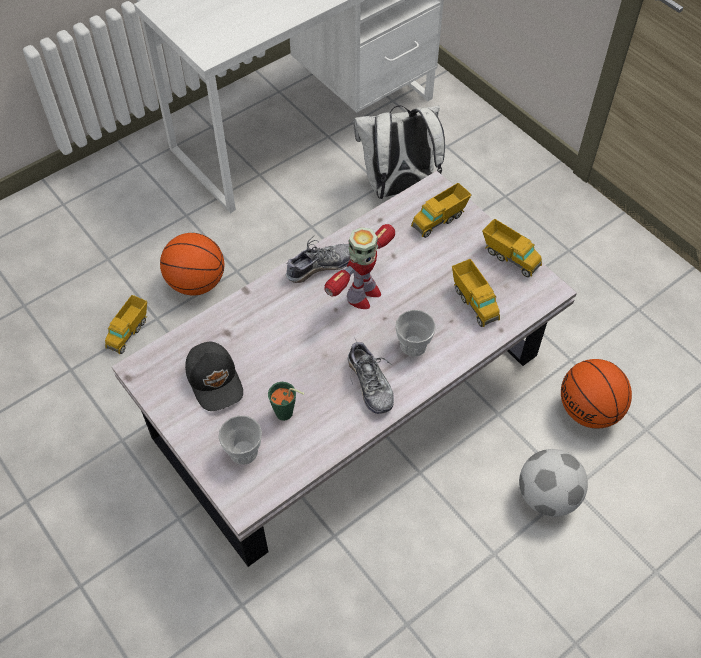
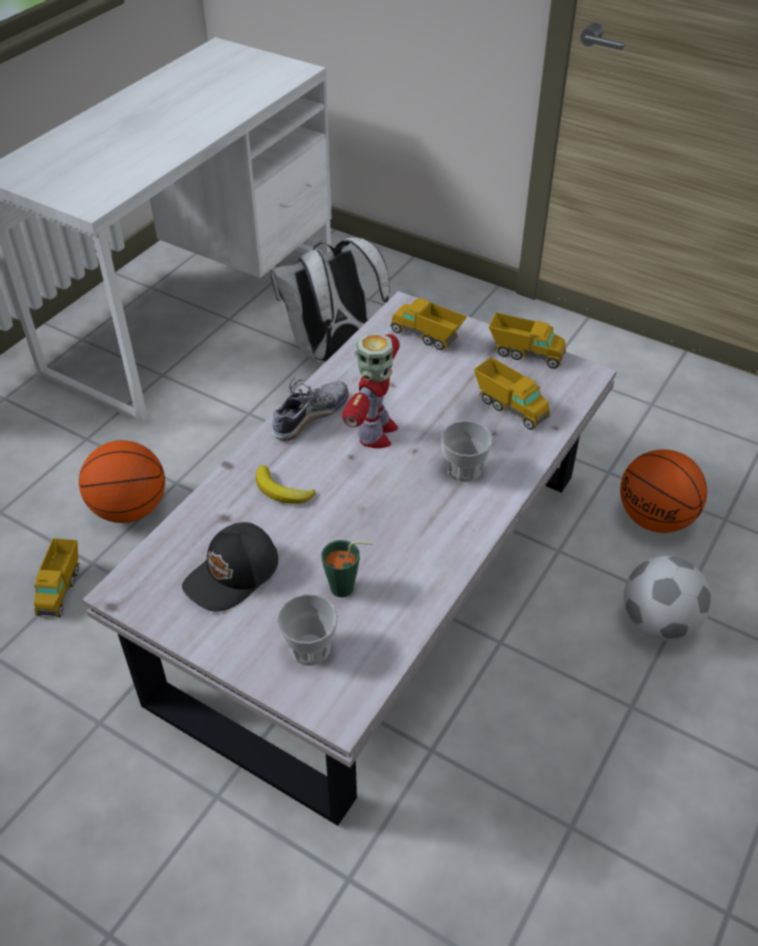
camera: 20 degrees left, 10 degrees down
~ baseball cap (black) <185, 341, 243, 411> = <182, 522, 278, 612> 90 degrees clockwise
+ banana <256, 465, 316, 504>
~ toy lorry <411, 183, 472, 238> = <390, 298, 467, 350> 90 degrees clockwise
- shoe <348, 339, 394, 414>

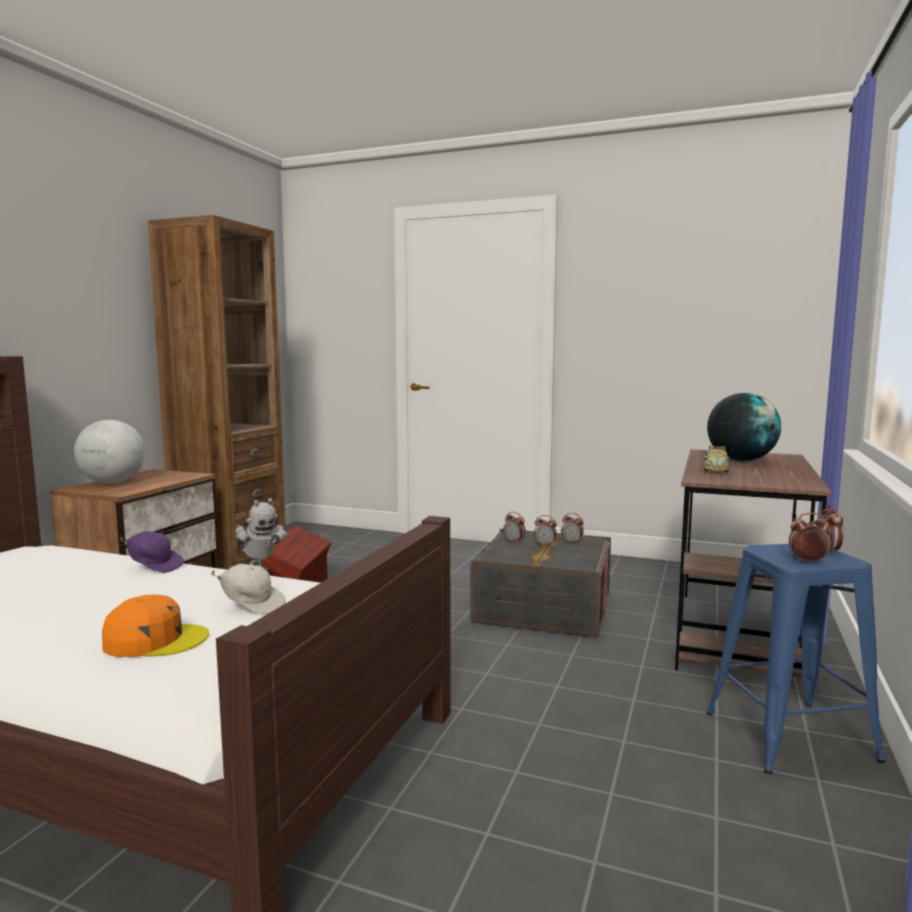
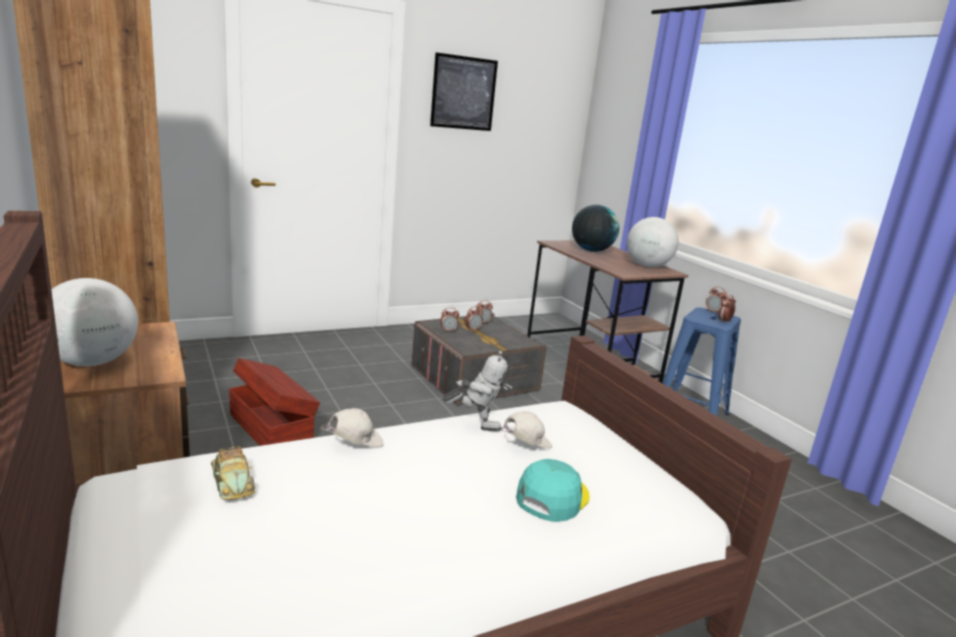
camera: 50 degrees left, 10 degrees up
~ model car <703, 445, 730, 472> to <211, 446, 255, 500>
~ baseball cap (purple-coloured) <120, 531, 184, 573> to baseball cap (white) <320, 408, 383, 447>
+ wall art <430, 52, 498, 131>
~ baseball cap (orange-coloured) <102, 595, 209, 657> to baseball cap (turquoise-coloured) <516, 459, 590, 522>
+ world globe <627, 217, 679, 267>

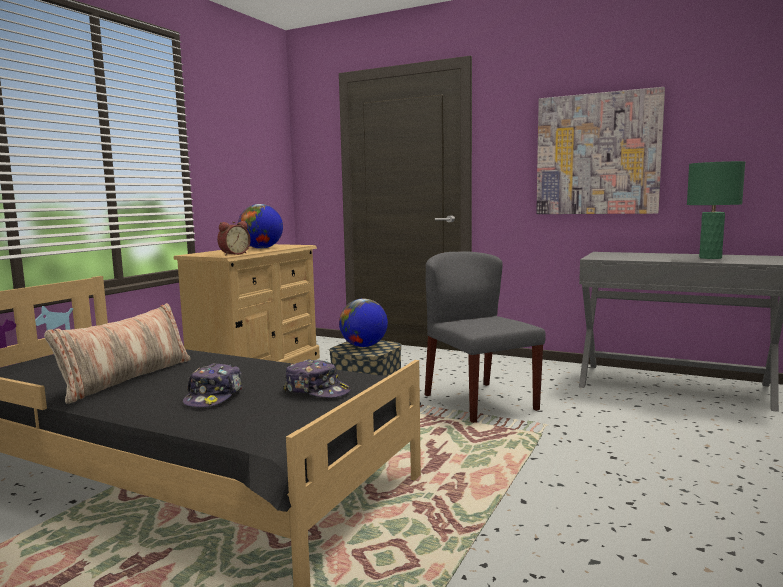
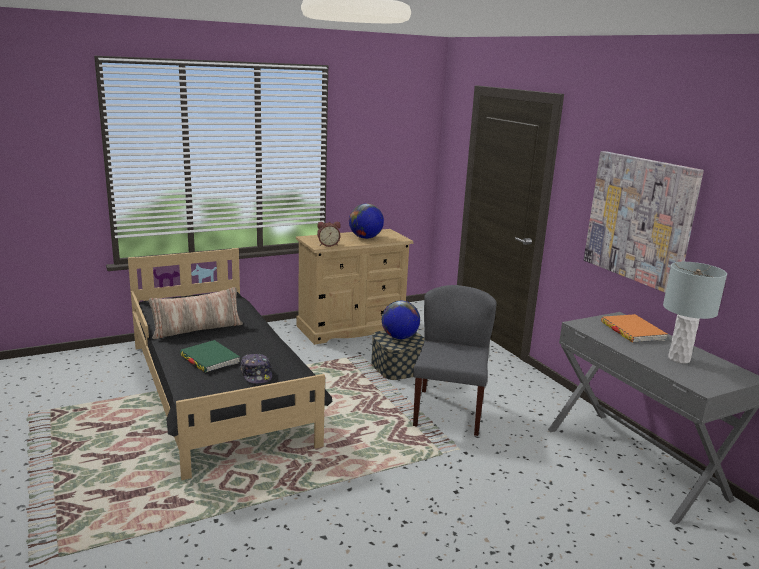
camera: 35 degrees right, 10 degrees up
~ baseball cap <183, 363, 242, 407> to volume (greenish) <180, 340, 240, 373>
+ volume (orange-coloured) <601, 314, 668, 342>
~ tabletop lamp (greenish) <687, 161, 745, 259> to tabletop lamp (greyish) <663, 262, 727, 364>

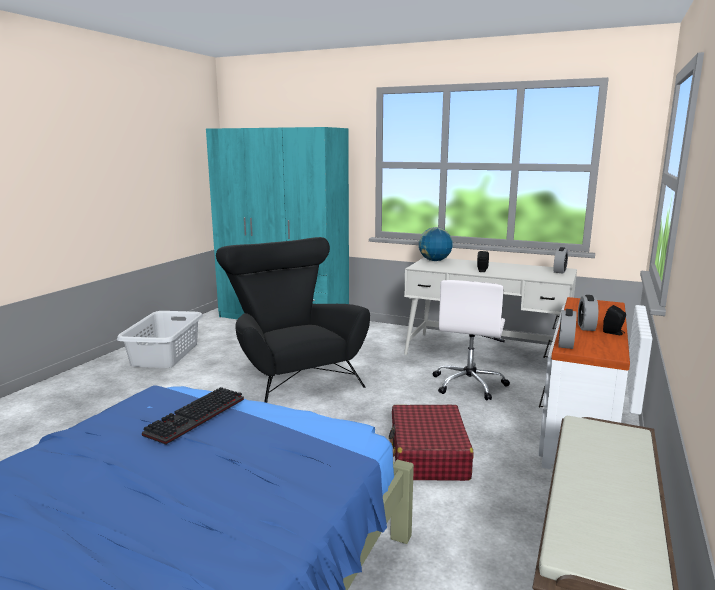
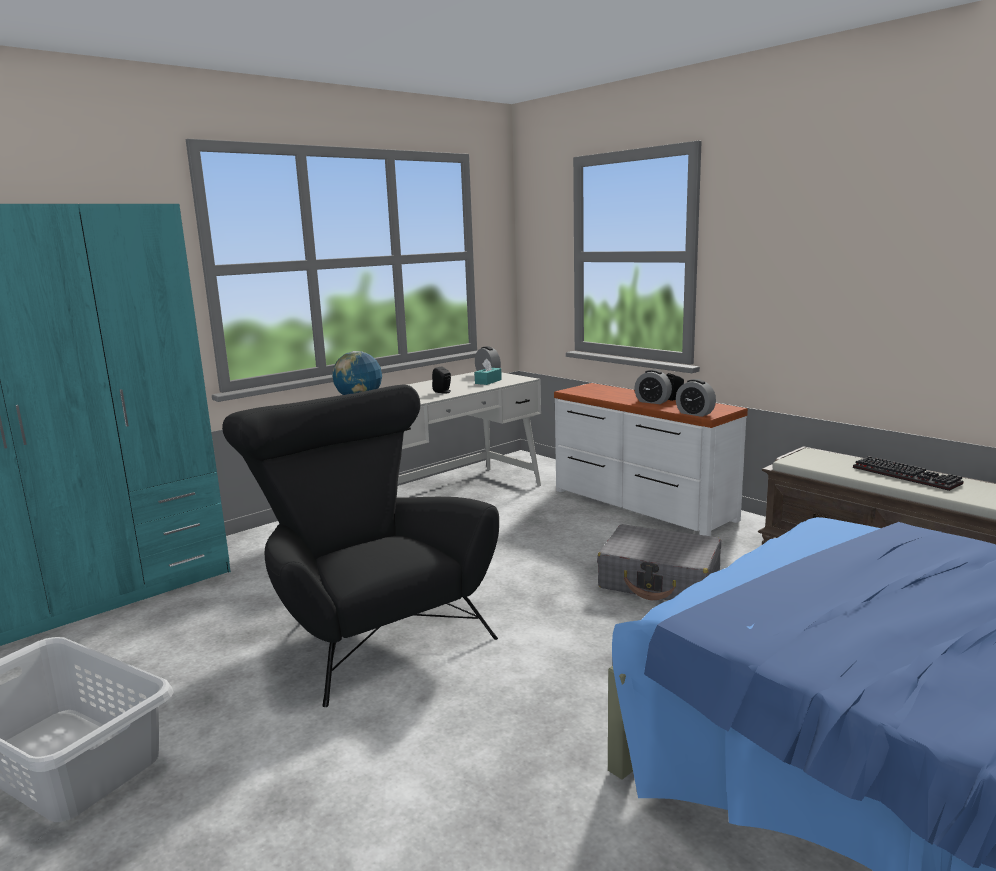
camera: 65 degrees left, 0 degrees up
~ lounge chair (black) <216, 237, 370, 403> = <222, 385, 499, 707> 60 degrees clockwise
+ box of tissues (turquoise-coloured) <475, 359, 502, 385>
~ piece of luggage (reddish) <389, 404, 474, 481> to piece of luggage (greyish) <597, 524, 721, 600>
~ PC keyboard <142, 387, 244, 445> to <853, 456, 964, 491>
- desk chair (white) <433, 280, 510, 400>

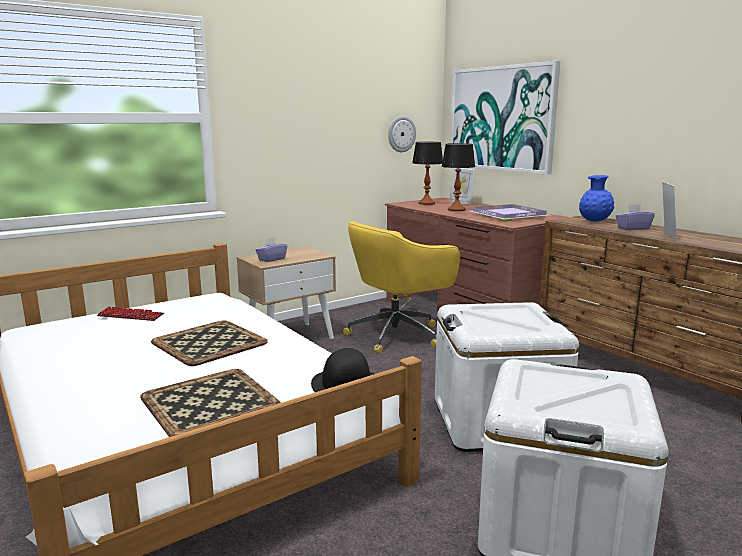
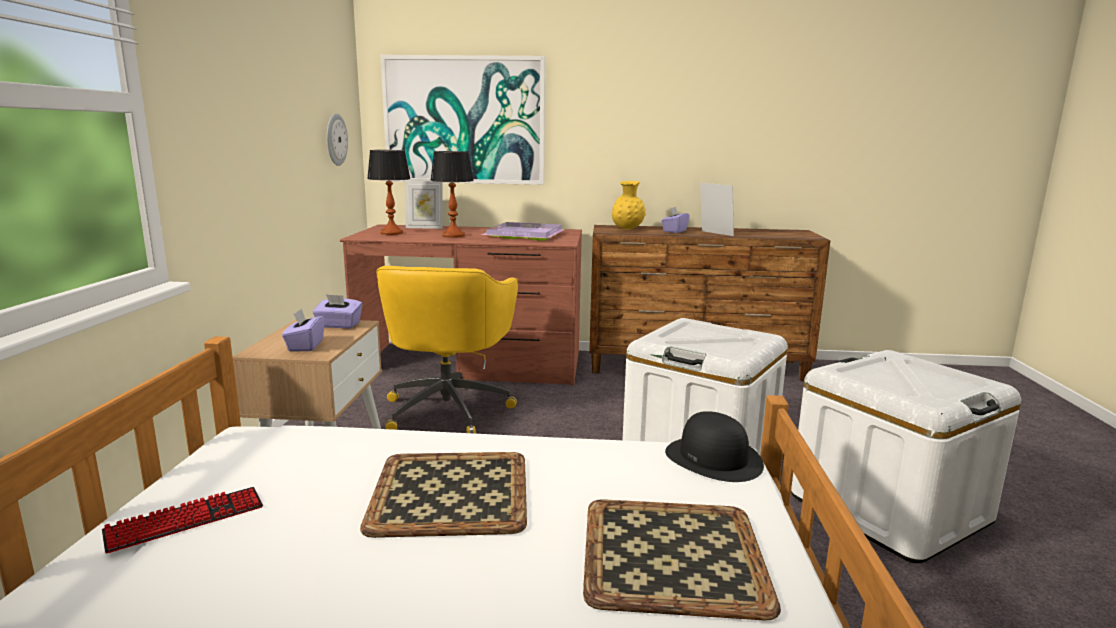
camera: 50 degrees left, 0 degrees up
+ box of tissues (purple-coloured) <313, 294, 363, 329>
~ vase (bluish) <579, 175, 614, 222> to vase (yellowish) <612, 181, 646, 230>

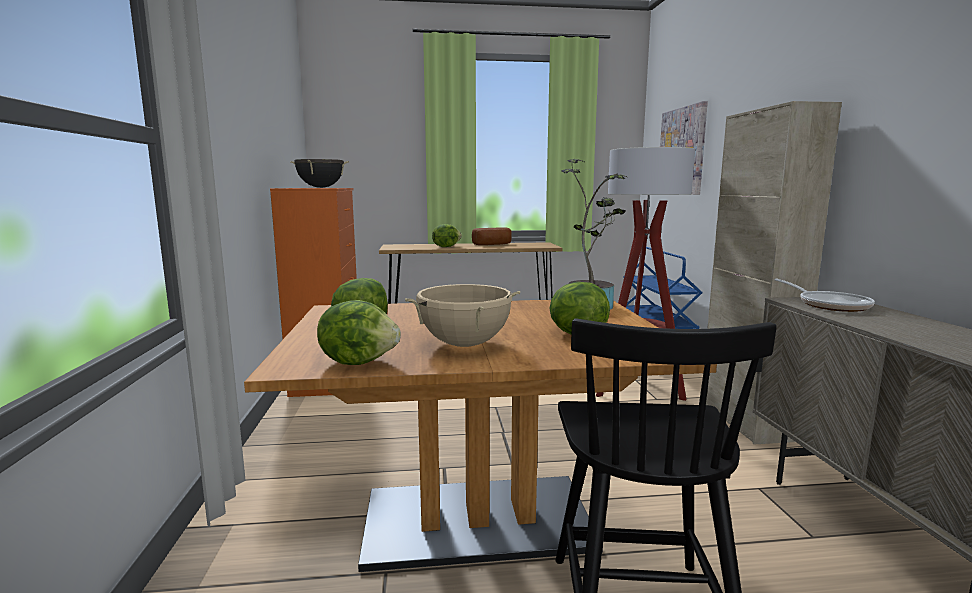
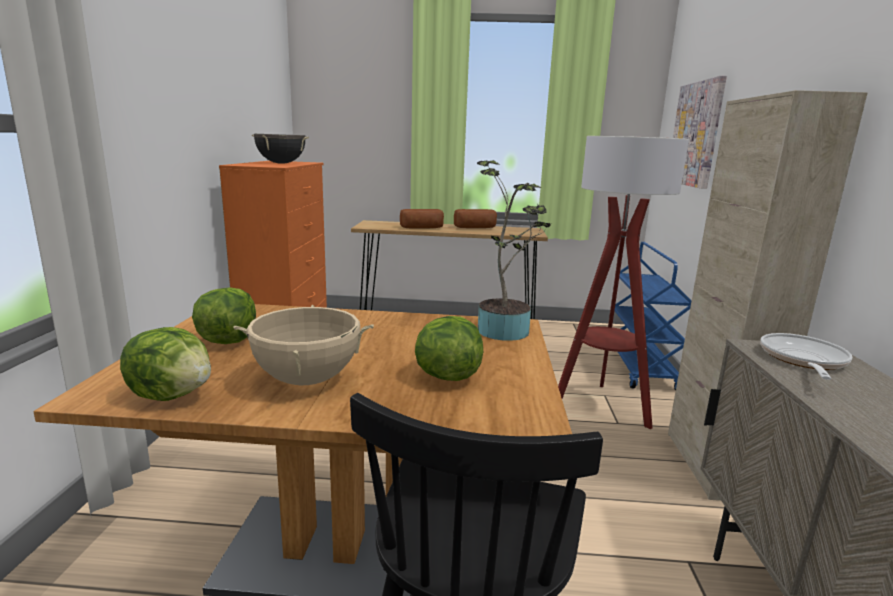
camera: 10 degrees right, 5 degrees up
~ lettuce <432, 224, 462, 247> to bread <400, 209, 444, 229>
~ skillet <774, 279, 875, 312> = <760, 333, 852, 380> 150 degrees counterclockwise

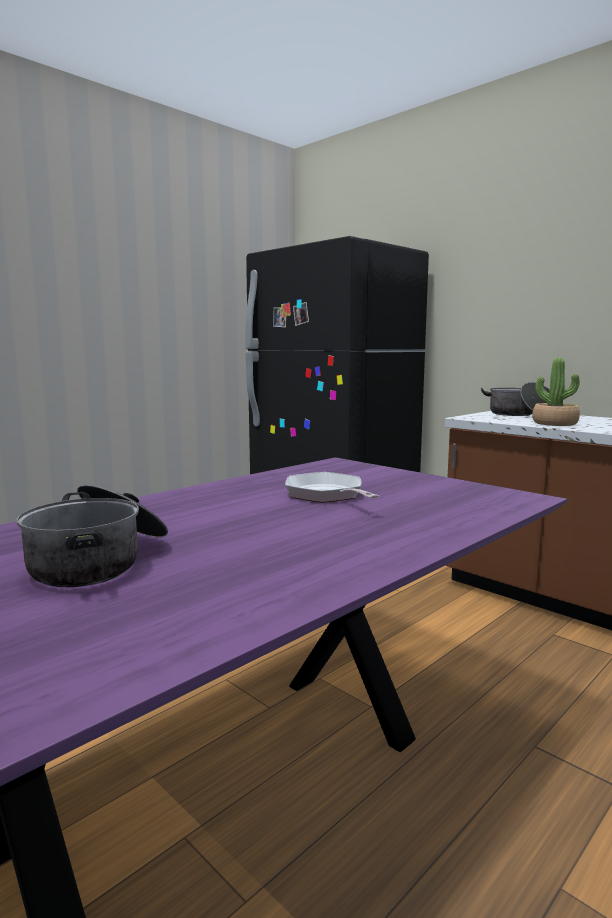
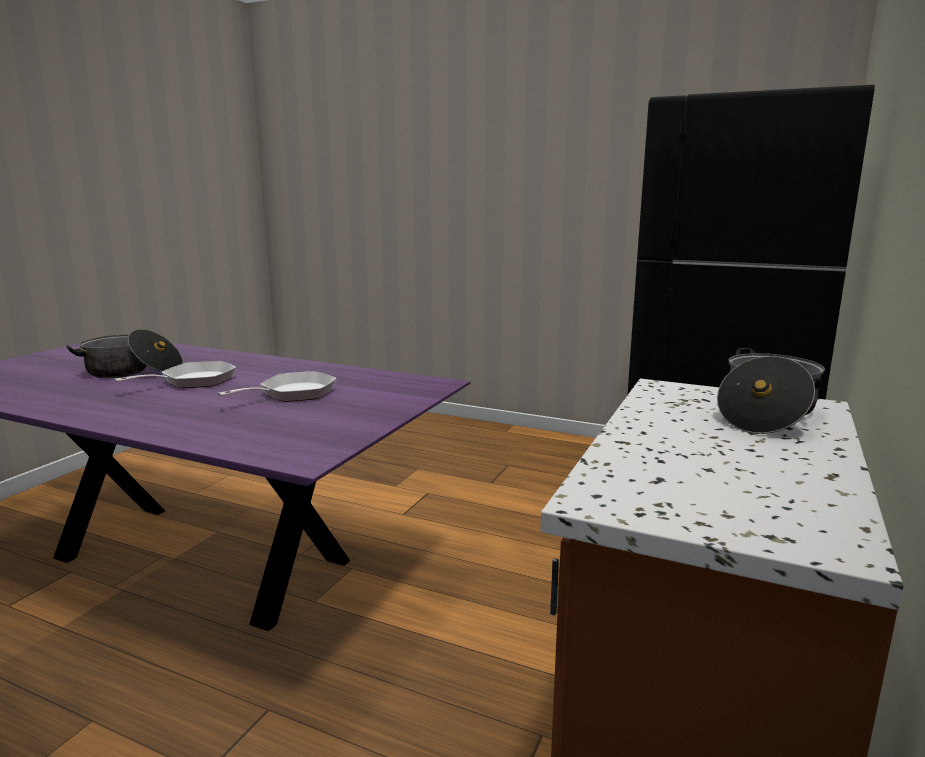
camera: 70 degrees right, 5 degrees up
+ skillet <114, 361, 236, 388>
- potted plant <532, 358, 580, 426>

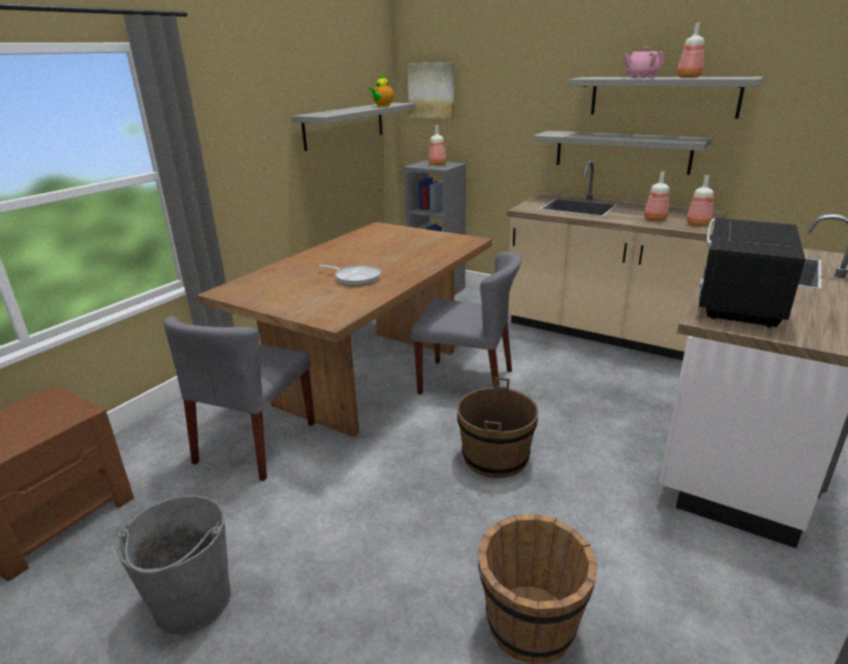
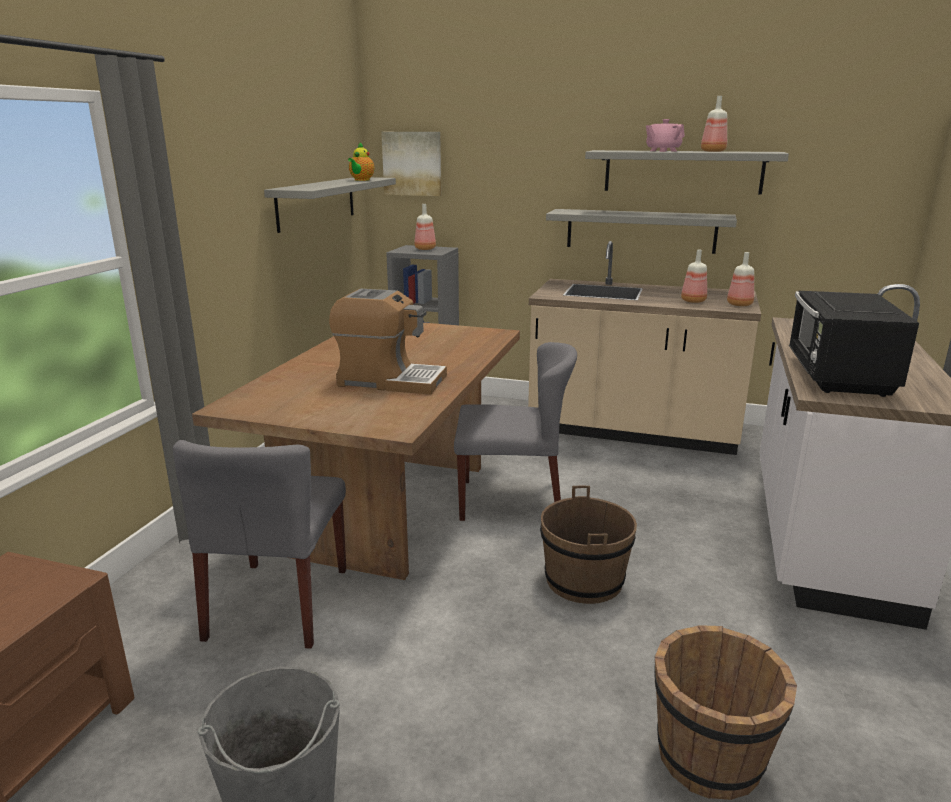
camera: 15 degrees left, 5 degrees down
~ skillet <319, 265, 381, 286> to coffee maker <329, 288, 447, 395>

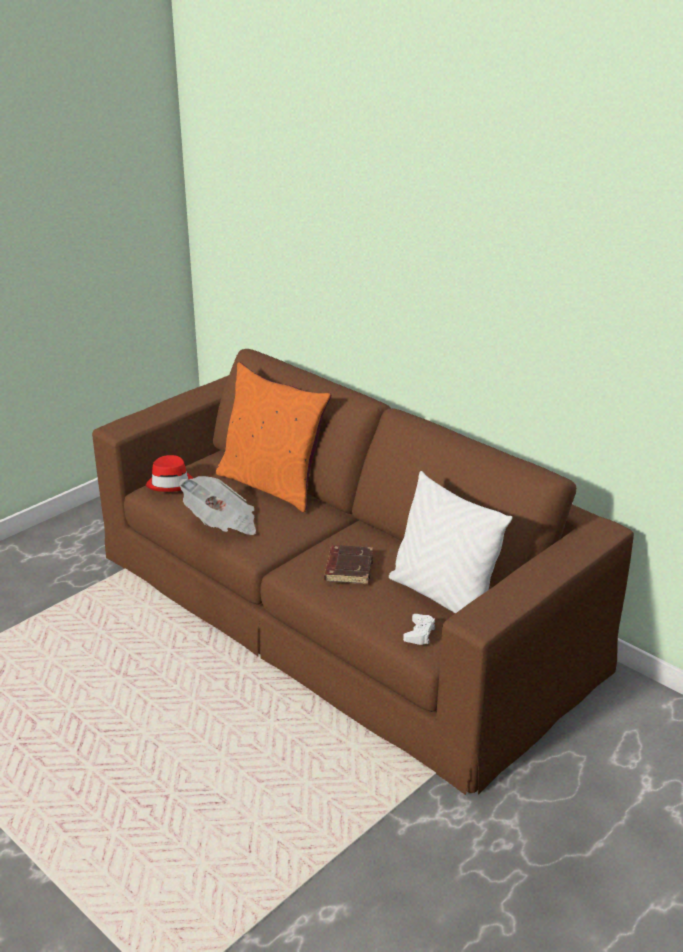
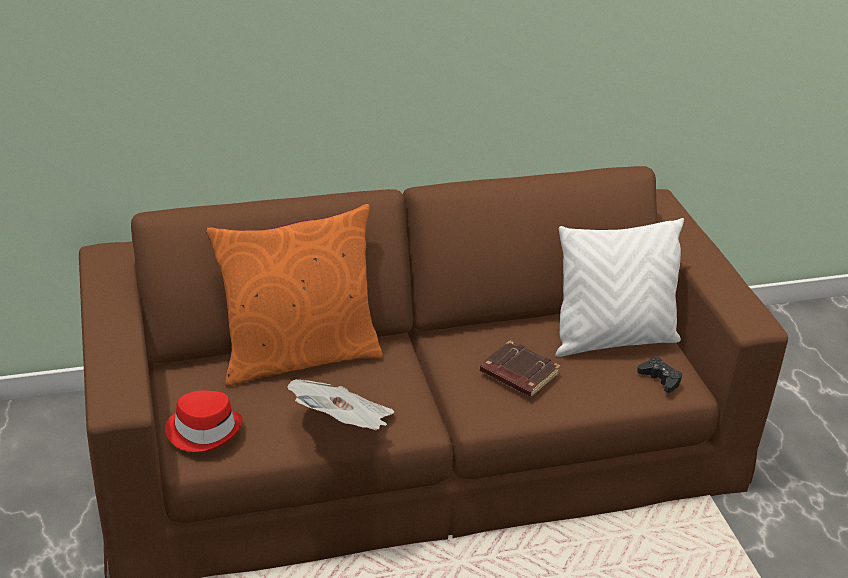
camera: 60 degrees left, 5 degrees up
~ joypad (white) <403, 614, 435, 645> to joypad (black) <637, 358, 682, 393>

